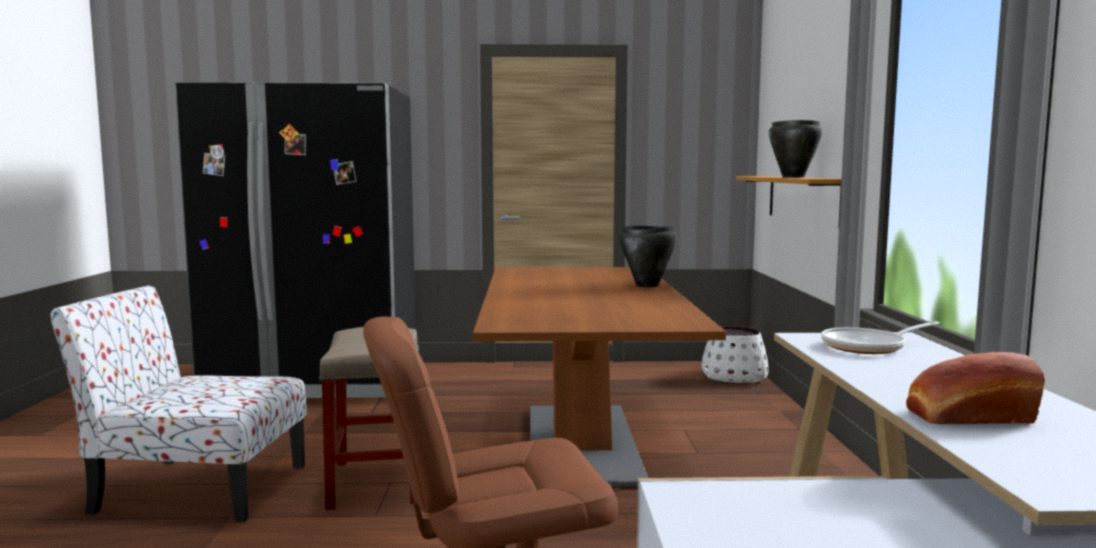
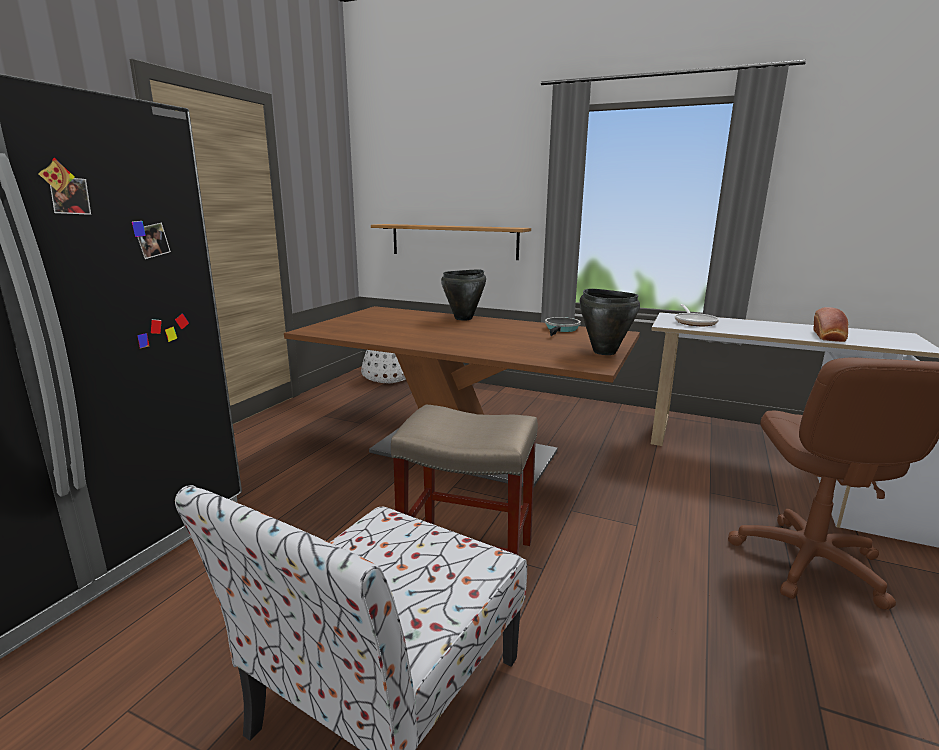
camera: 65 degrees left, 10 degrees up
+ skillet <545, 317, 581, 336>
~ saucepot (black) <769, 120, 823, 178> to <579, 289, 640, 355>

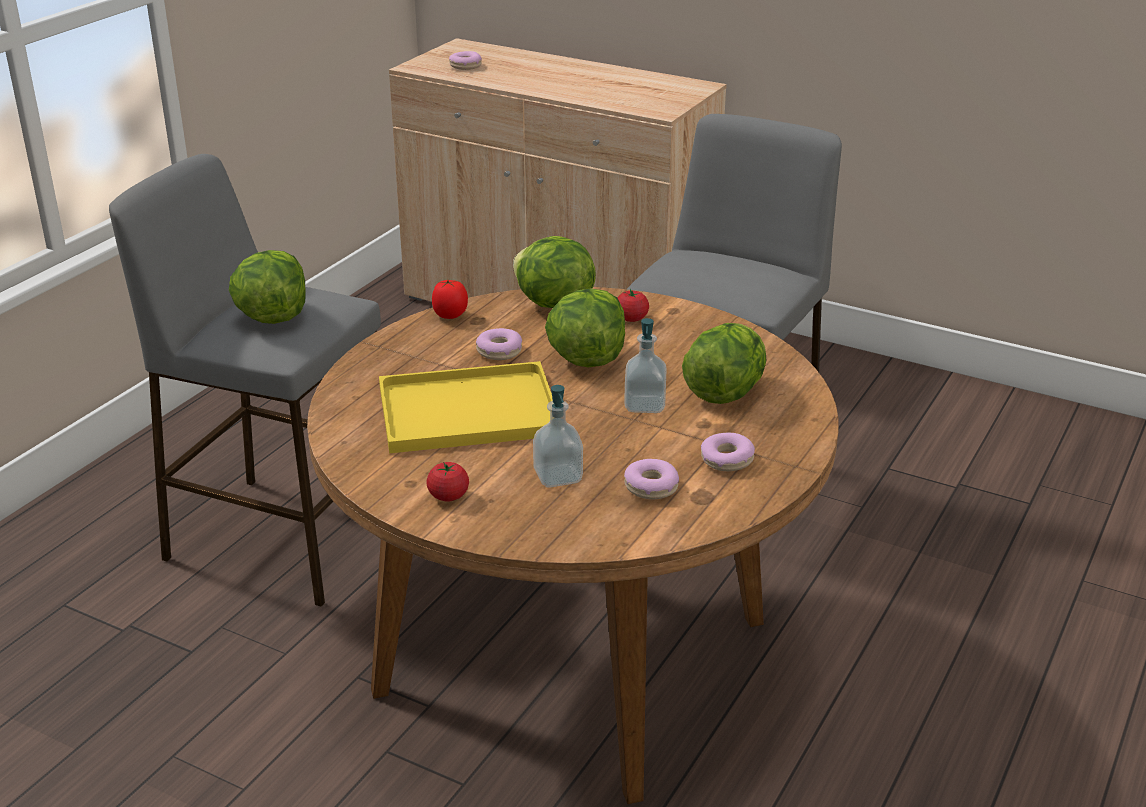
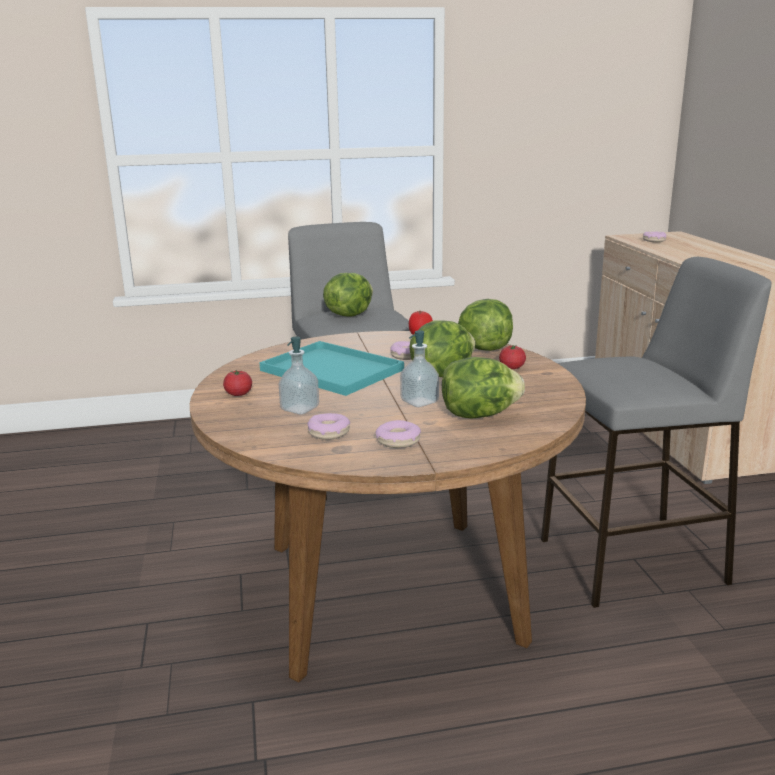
camera: 50 degrees right, 10 degrees down
~ tray (yellowish) <379, 361, 553, 453> to tray (turquoise-coloured) <259, 341, 404, 396>

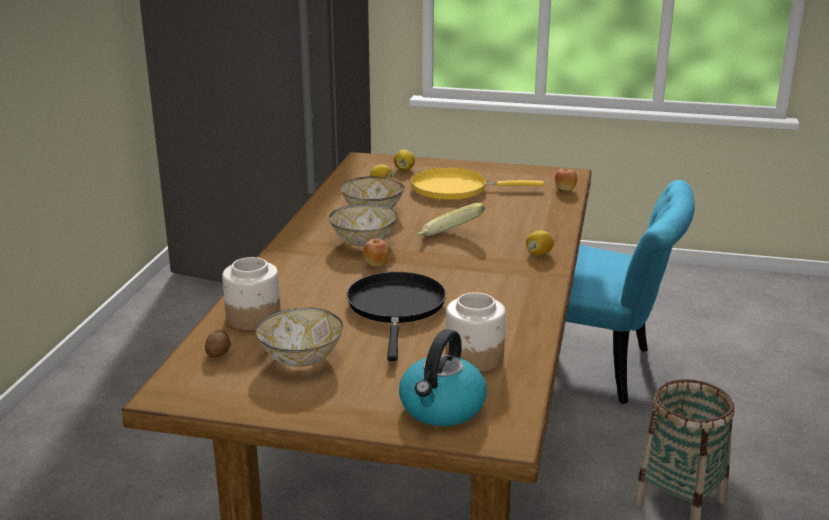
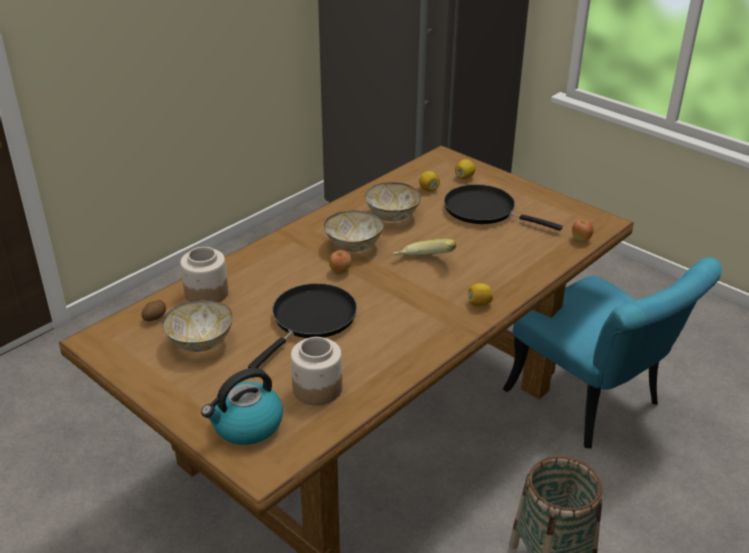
camera: 30 degrees right, 10 degrees up
~ skillet (yellowish) <410, 167, 544, 200> to skillet (black) <444, 184, 563, 231>

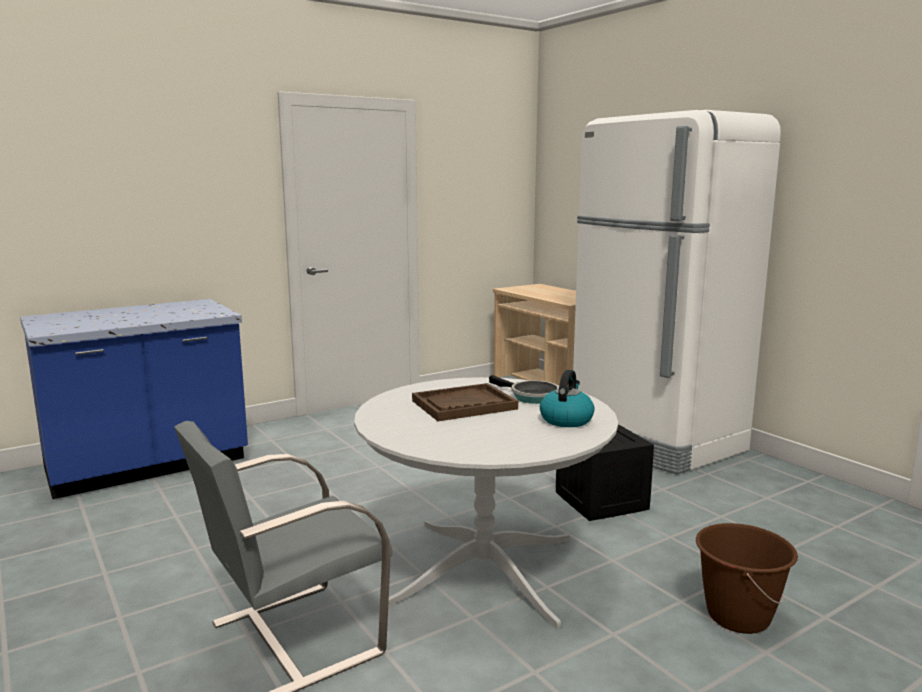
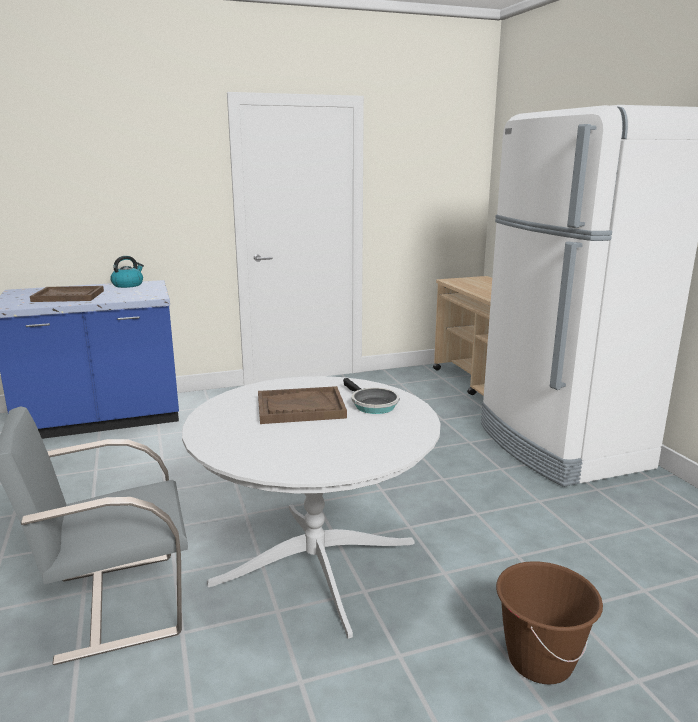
camera: 15 degrees right, 5 degrees up
+ tray (brownish) <30, 286, 104, 302>
~ water kettle <540, 370, 595, 427> to <110, 256, 144, 288>
- packing crate <556, 424, 654, 521>

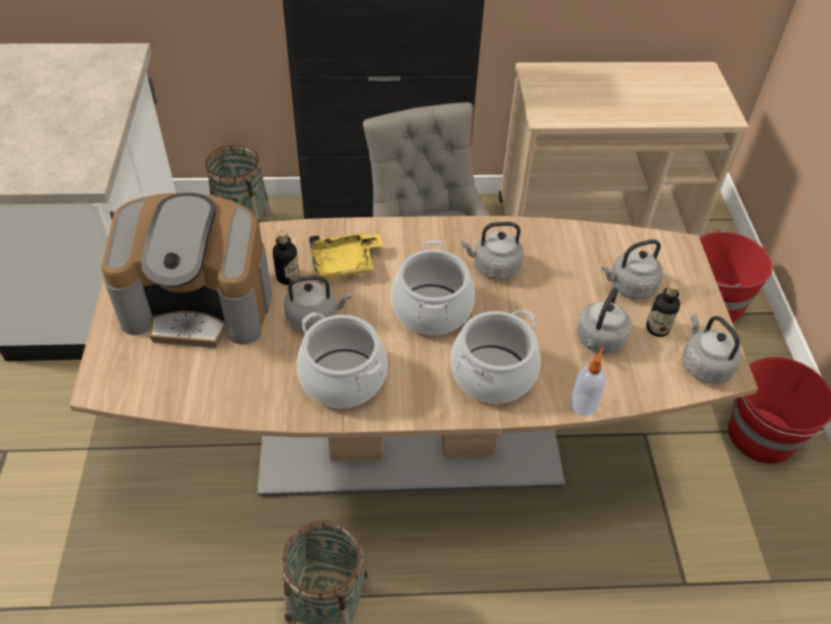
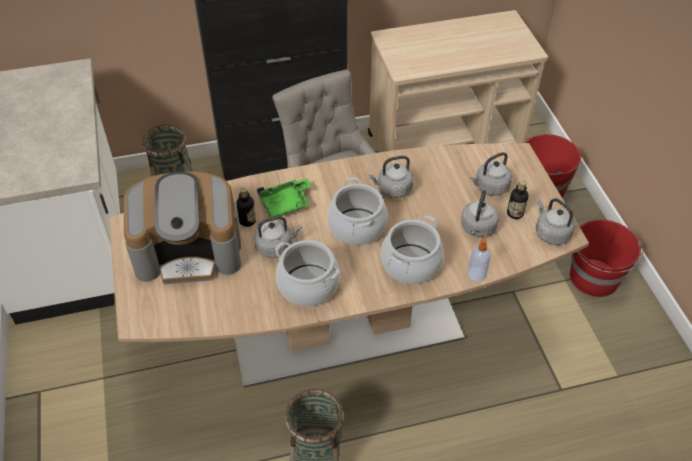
camera: 10 degrees left, 0 degrees up
~ tray (yellowish) <309, 232, 383, 279> to tray (greenish) <257, 179, 312, 218>

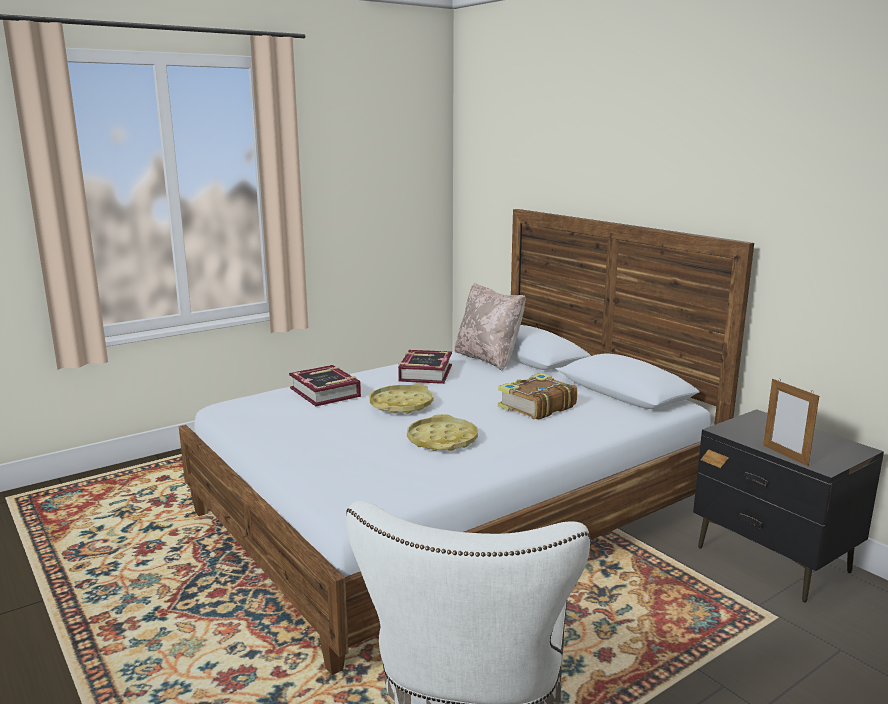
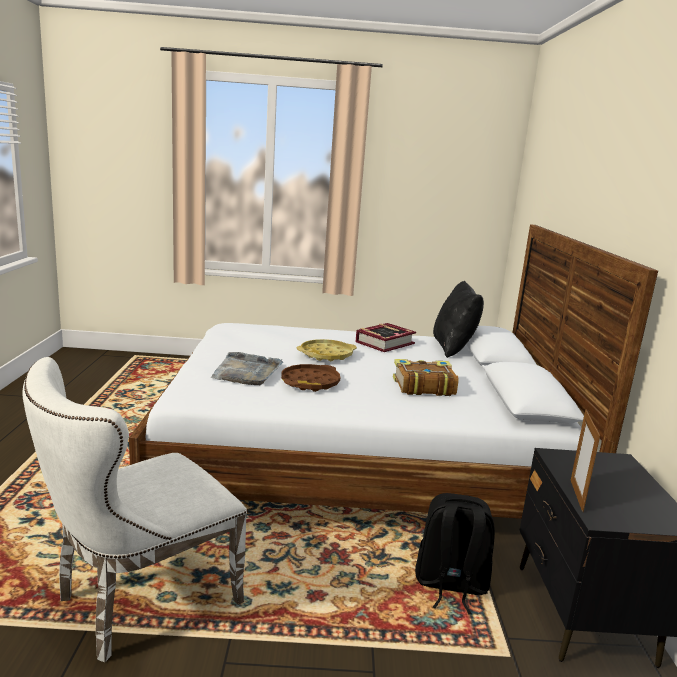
camera: 35 degrees right, 0 degrees up
+ tray (greyish) <210, 352, 283, 385>
~ tray (yellowish) <407, 414, 478, 451> to tray (brownish) <281, 364, 340, 392>
+ backpack (black) <415, 493, 495, 614>
~ cushion (beige-coloured) <454, 283, 526, 371> to cushion (black) <433, 281, 484, 358>
- volume <289, 365, 361, 406>

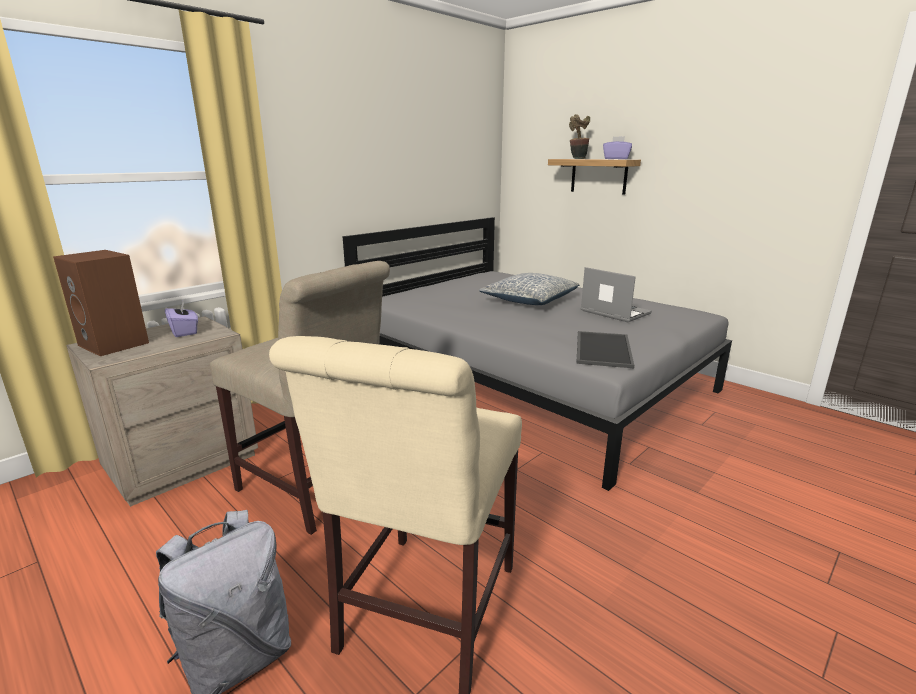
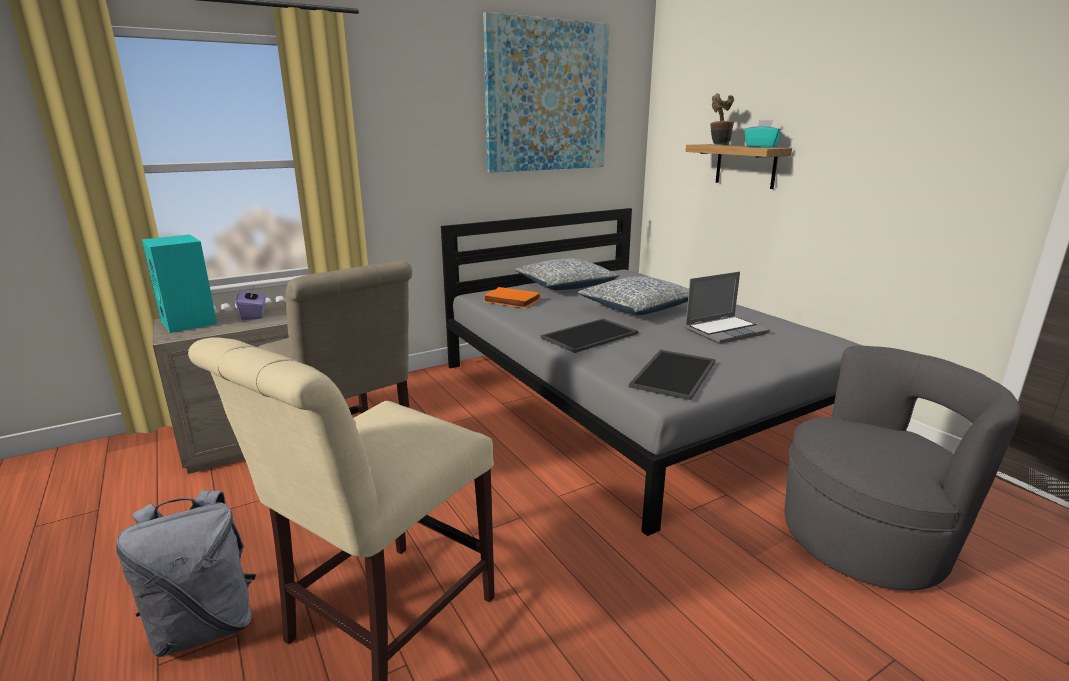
camera: 15 degrees right, 0 degrees up
~ speaker (brownish) <53, 250, 149, 356> to speaker (turquoise-coloured) <142, 234, 217, 333>
+ wall art <483, 12, 609, 173>
+ volume (orange-coloured) <483, 287, 540, 308>
+ cushion <515, 258, 619, 290>
+ tray <541, 318, 638, 353>
~ portable computer <581, 267, 652, 322> = <685, 272, 770, 344> 90 degrees clockwise
~ box of tissues (purple-coloured) <603, 136, 632, 159> to box of tissues (turquoise-coloured) <744, 120, 782, 148>
+ lounge chair (greyish) <784, 345, 1021, 590>

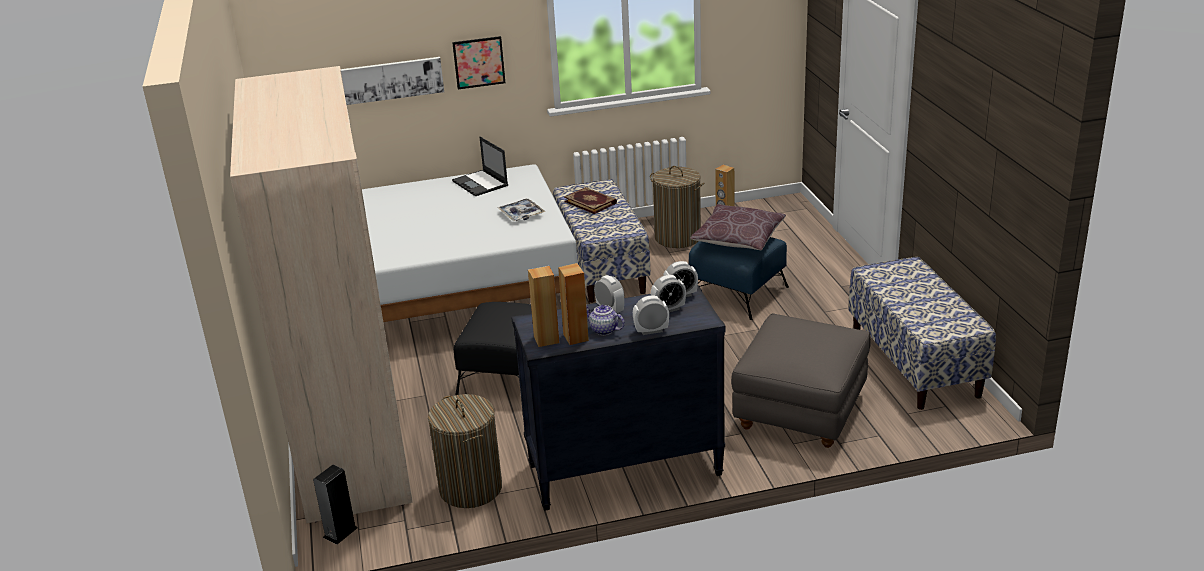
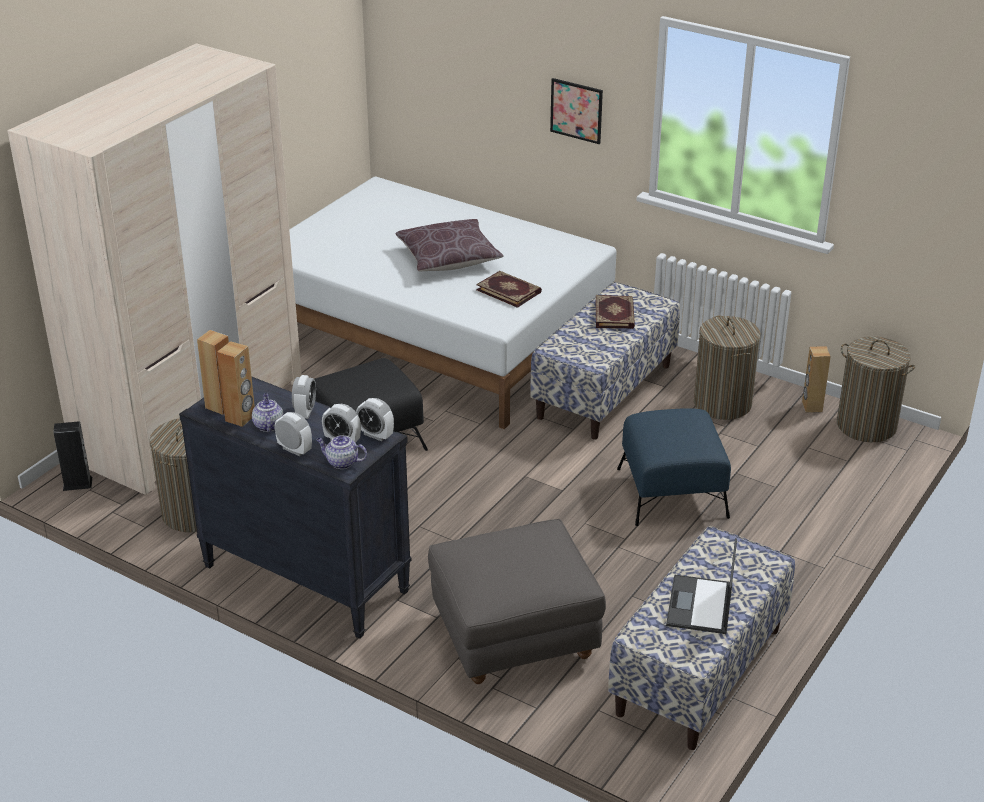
camera: 45 degrees right, 5 degrees up
+ tea pot <316, 435, 367, 469>
~ cushion (brownish) <690, 204, 786, 250> to <395, 219, 504, 271>
~ tray <497, 198, 545, 221> to volume <476, 271, 542, 308>
~ portable computer <452, 137, 508, 196> to <666, 538, 737, 634>
+ hamper <837, 336, 915, 442>
- wall art <341, 57, 444, 105>

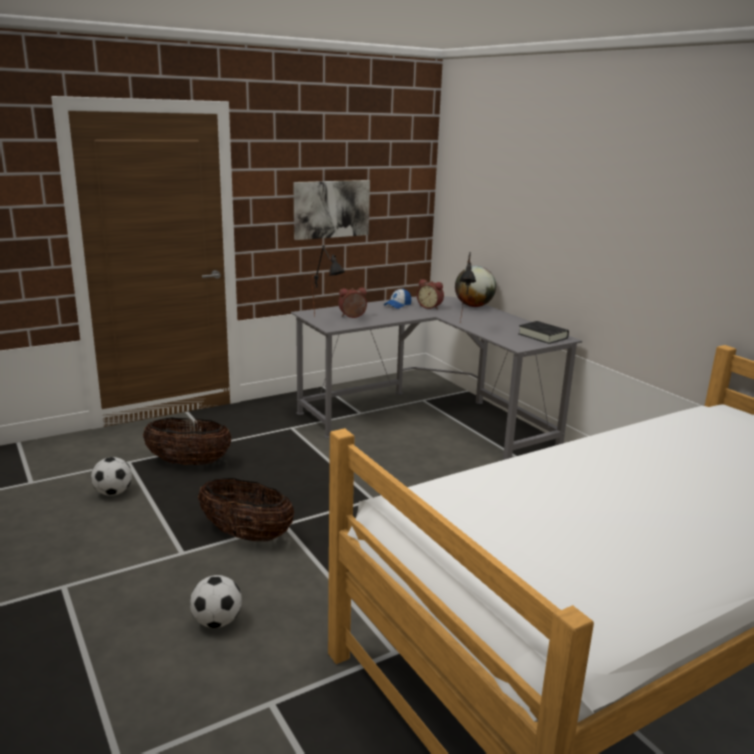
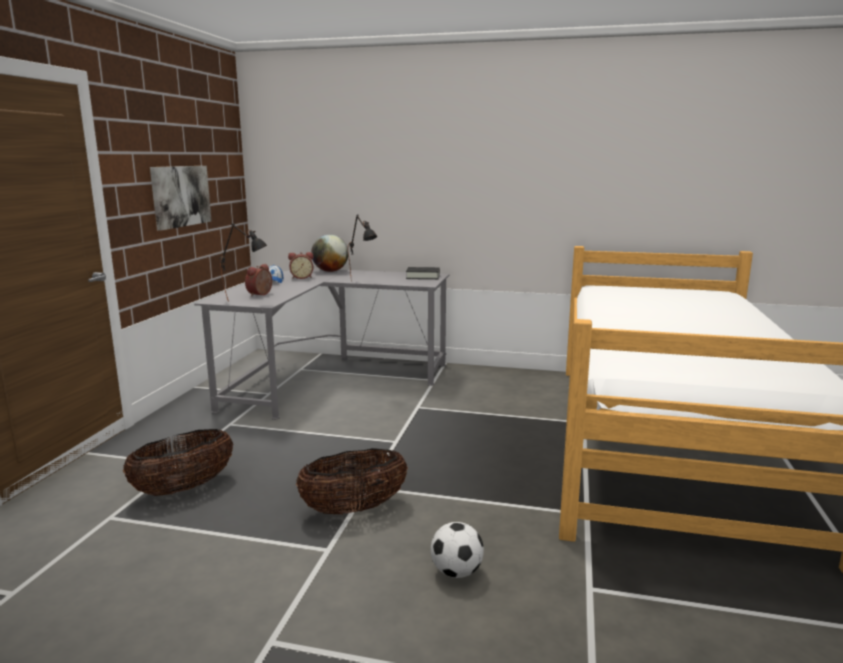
camera: 45 degrees left, 5 degrees down
- football ball <91, 457, 132, 496>

